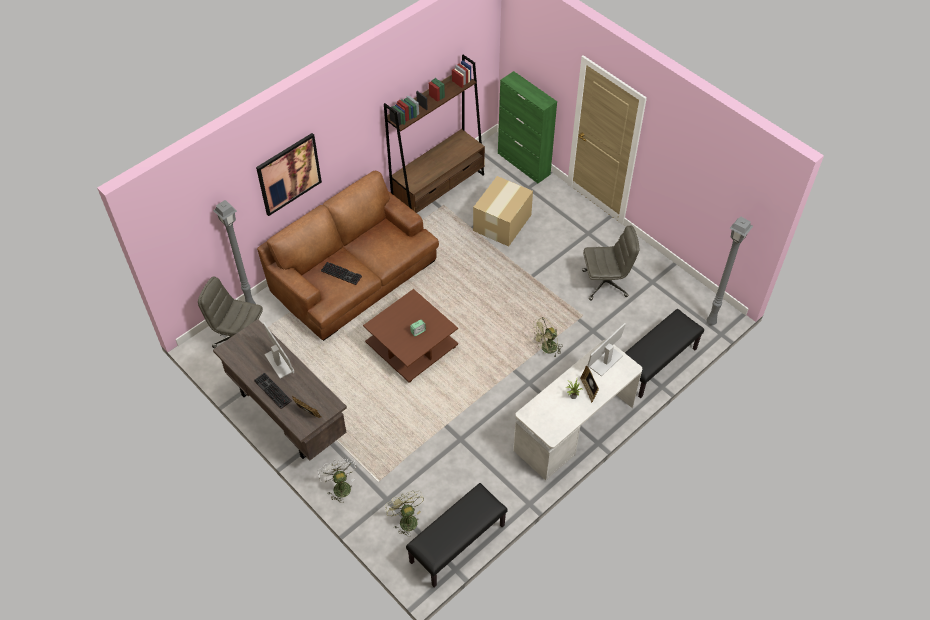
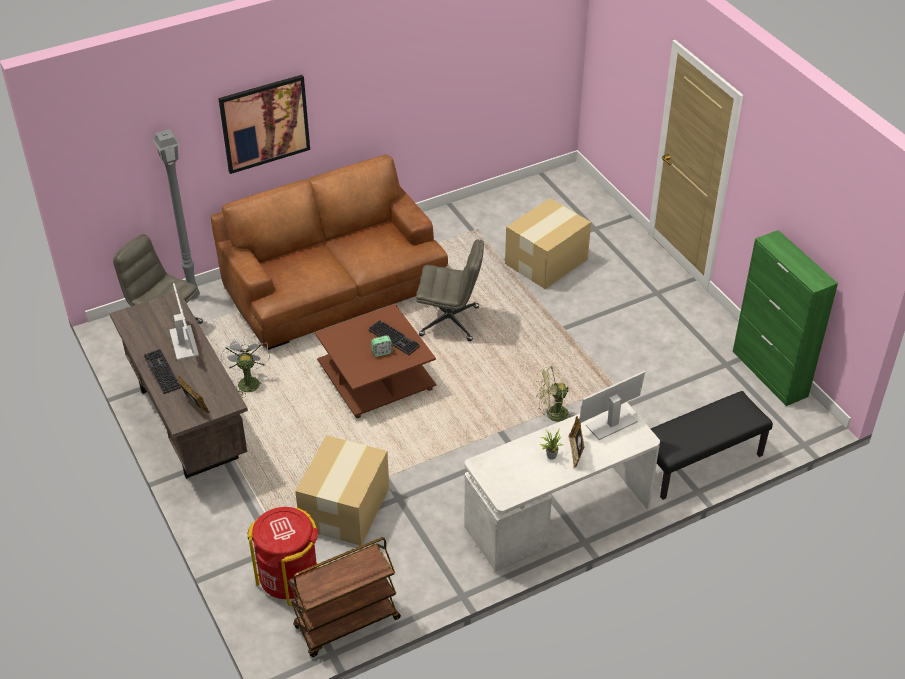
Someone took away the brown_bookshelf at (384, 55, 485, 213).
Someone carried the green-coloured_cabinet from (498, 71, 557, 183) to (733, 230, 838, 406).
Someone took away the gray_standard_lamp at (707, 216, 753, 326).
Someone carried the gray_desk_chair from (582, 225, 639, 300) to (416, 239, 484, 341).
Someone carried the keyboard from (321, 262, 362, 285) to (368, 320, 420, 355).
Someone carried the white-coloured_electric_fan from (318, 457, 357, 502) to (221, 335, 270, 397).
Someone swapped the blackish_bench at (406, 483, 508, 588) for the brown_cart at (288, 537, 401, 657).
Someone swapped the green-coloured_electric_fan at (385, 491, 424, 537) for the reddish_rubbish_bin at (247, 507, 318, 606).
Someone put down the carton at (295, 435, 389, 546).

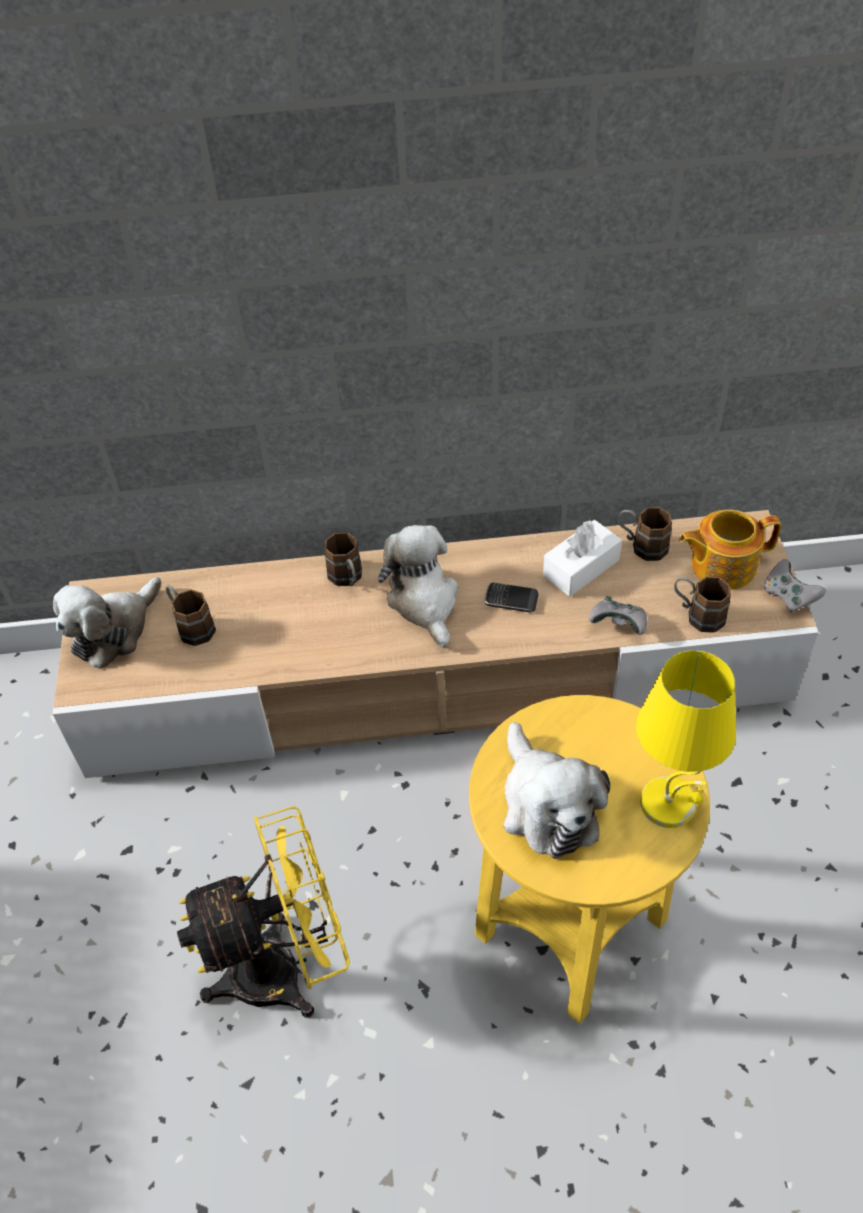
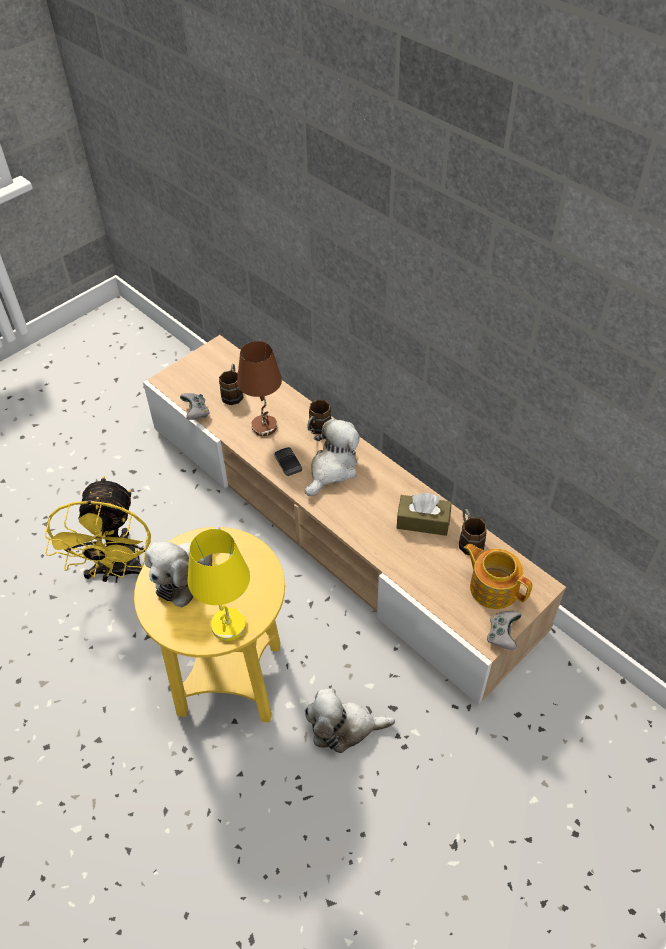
Someone repainted the white-coloured_box_of_tissues at (543, 520, 622, 596), which became the brown_box_of_tissues at (397, 493, 451, 536).
Someone carried the cuddly_toy from (53, 577, 162, 669) to (305, 688, 395, 753).
Someone took away the brown_tea_mug at (674, 577, 731, 633).
Someone carried the telephone from (485, 583, 539, 613) to (274, 447, 302, 476).
Someone carried the gray_joypad from (589, 596, 647, 635) to (180, 393, 209, 420).
Someone rotated the yellowish_electric_fan at (177, 806, 350, 1018) by 60 degrees clockwise.
Someone put down the brown_lamp_for_a_table at (237, 341, 282, 436).

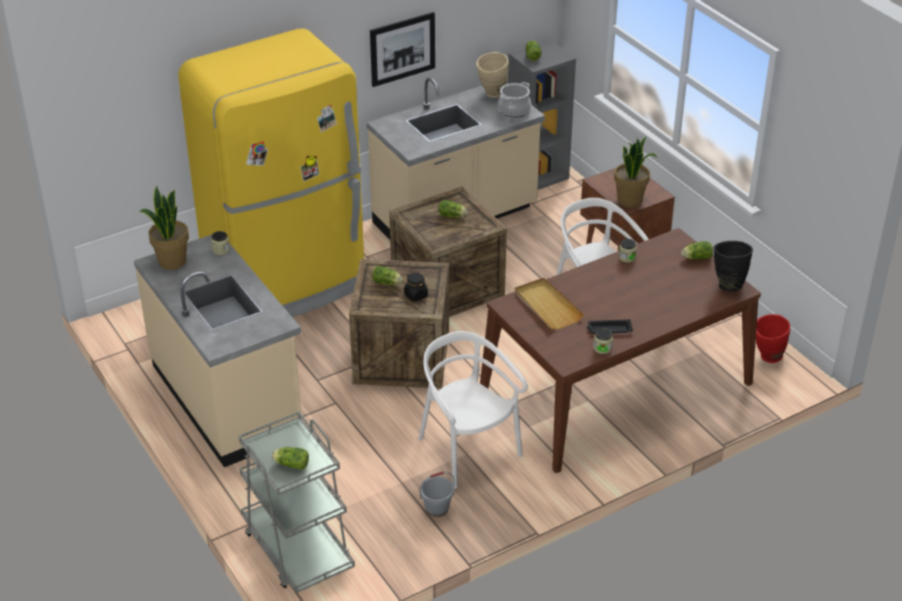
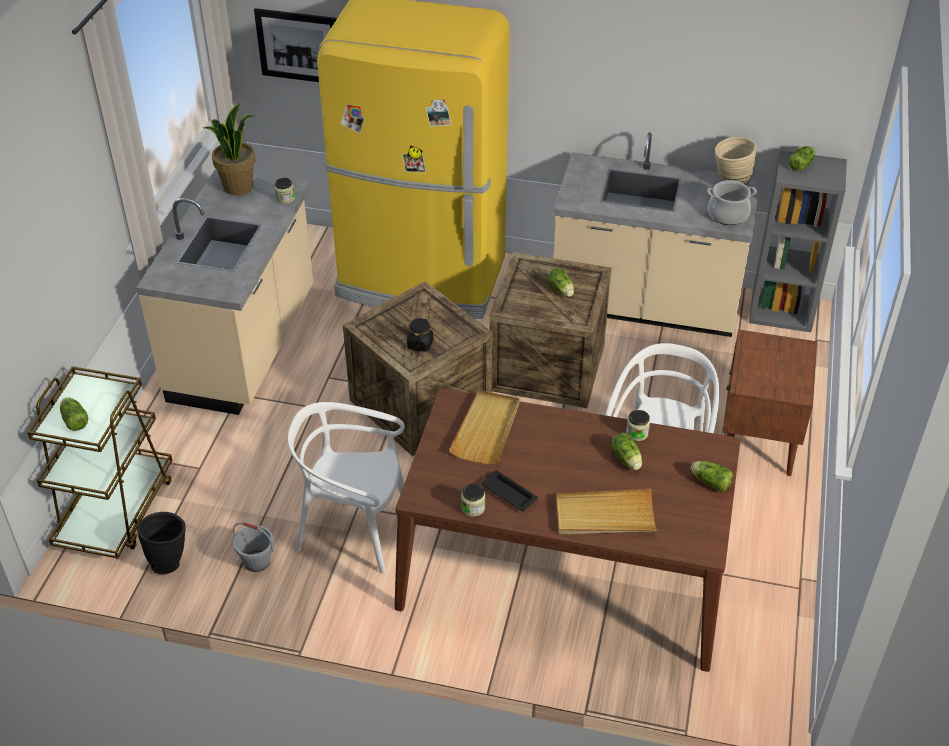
Someone carried the wall_picture from (370, 12, 435, 87) to (254, 8, 337, 82).
Someone took away the houseplant at (614, 137, 657, 208).
Someone carried the blackish_flower_vase from (714, 241, 753, 291) to (137, 512, 186, 575).
Someone carried the lettuce from (372, 266, 403, 285) to (611, 433, 642, 470).
Someone took away the reddish_flower_vase at (756, 314, 790, 363).
Someone rotated the white-coloured_upright_chair at (419, 331, 528, 489) by 90 degrees counterclockwise.
Someone repainted the gray_cart at (239, 412, 355, 593), which became the brown_cart at (27, 366, 172, 559).
Someone put down the beige_serving_tray at (556, 489, 658, 534).

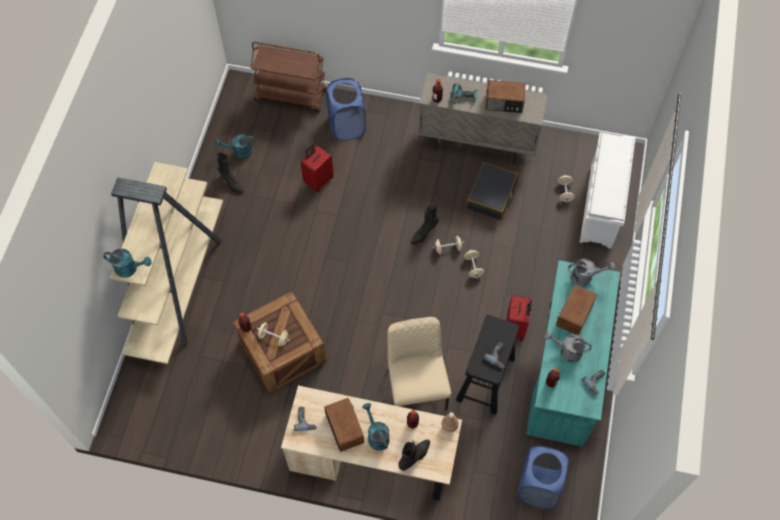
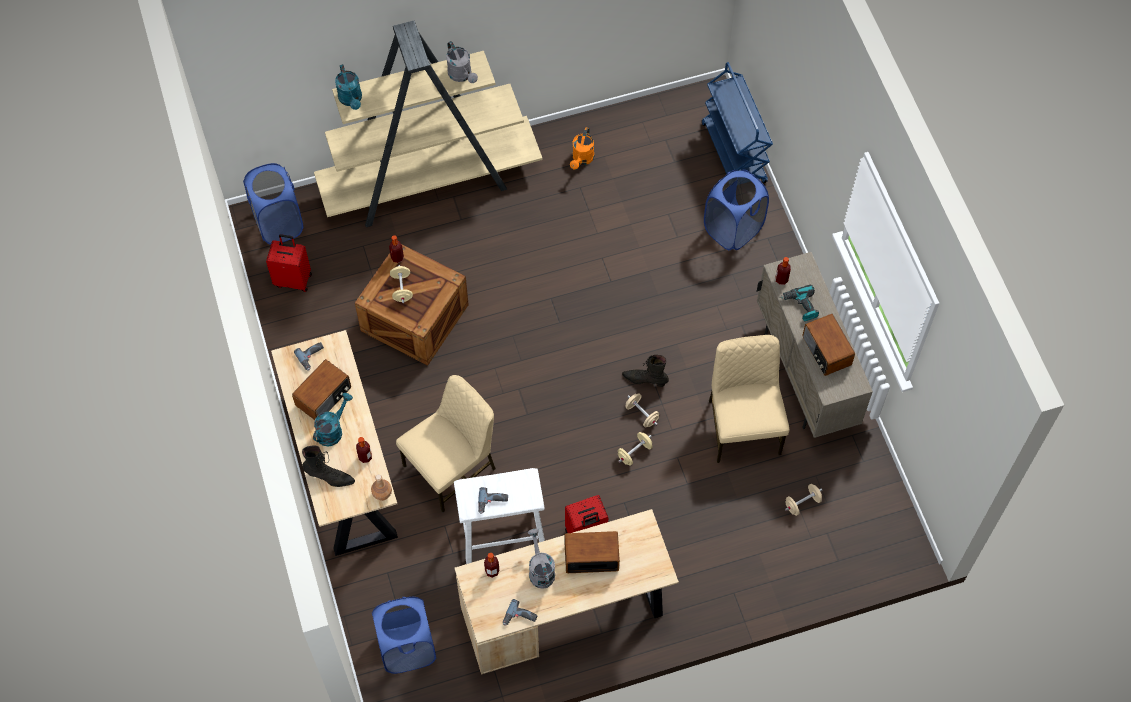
Someone repainted the brown_cart at (251, 41, 327, 112), which became the blue-coloured_cart at (702, 62, 773, 183).
Someone took away the white-coloured_shoe_rack at (579, 133, 636, 249).
Someone took away the blue-green_watering_can at (215, 134, 255, 159).
Someone carried the reddish_piece_of_luggage from (301, 144, 334, 192) to (266, 234, 312, 292).
Someone swapped the blackish_tall_boot at (216, 152, 244, 194) for the orangey_watering_can at (570, 127, 594, 170).
Someone swapped the blackish_piece_of_luggage at (466, 162, 518, 220) for the beige_upright_chair at (709, 335, 789, 463).
Someone carried the gray_watering_can from (568, 259, 615, 285) to (446, 41, 478, 83).
Someone repainted the blue-green_desk at (526, 260, 620, 447), which became the beige_desk at (454, 509, 679, 675).
Someone repainted the blackish_stool_seat at (456, 315, 520, 414), which became the white-coloured_stool_seat at (454, 468, 545, 564).
Someone put down the blue-coloured_washing_basket at (243, 163, 304, 244).

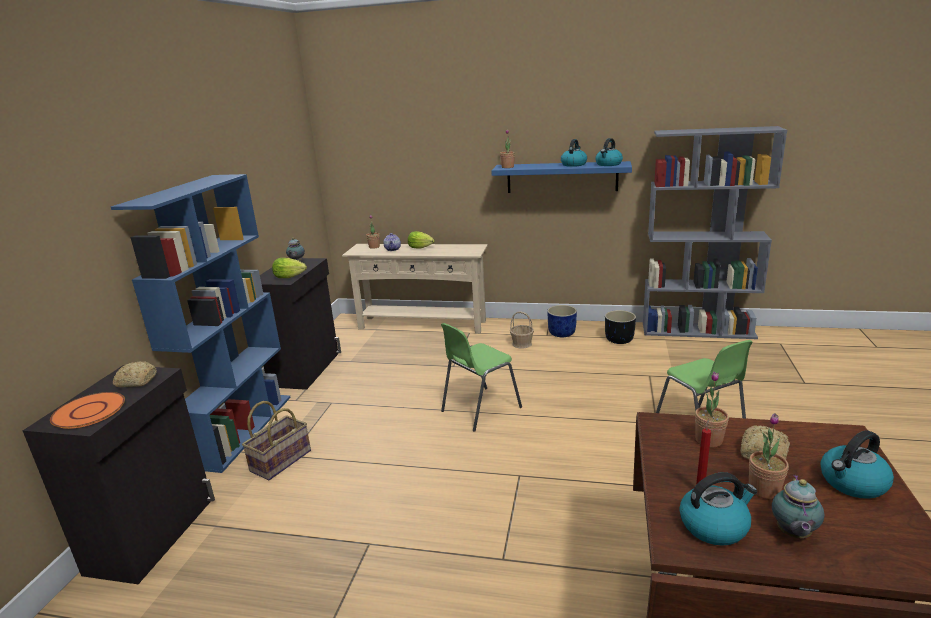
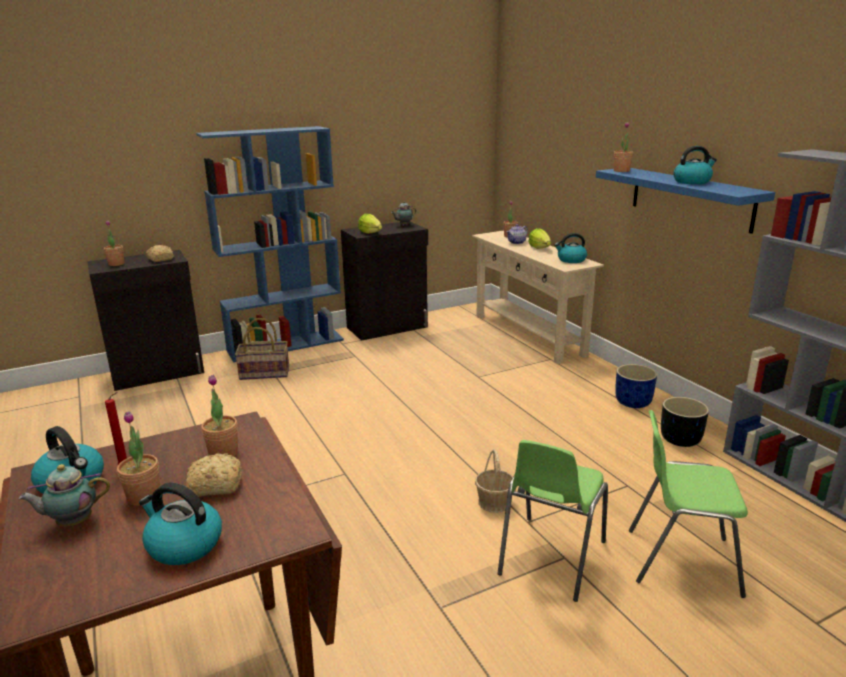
Someone carried the tea_kettle from (595, 138, 623, 166) to (554, 233, 587, 263).
Someone carried the household_basket from (510, 312, 534, 349) to (475, 449, 513, 513).
Someone carried the green-coloured_upright_chair from (441, 323, 522, 432) to (629, 410, 748, 598).
Someone swapped the orangey_dinner_plate at (50, 392, 125, 429) for the houseplant at (104, 220, 124, 266).

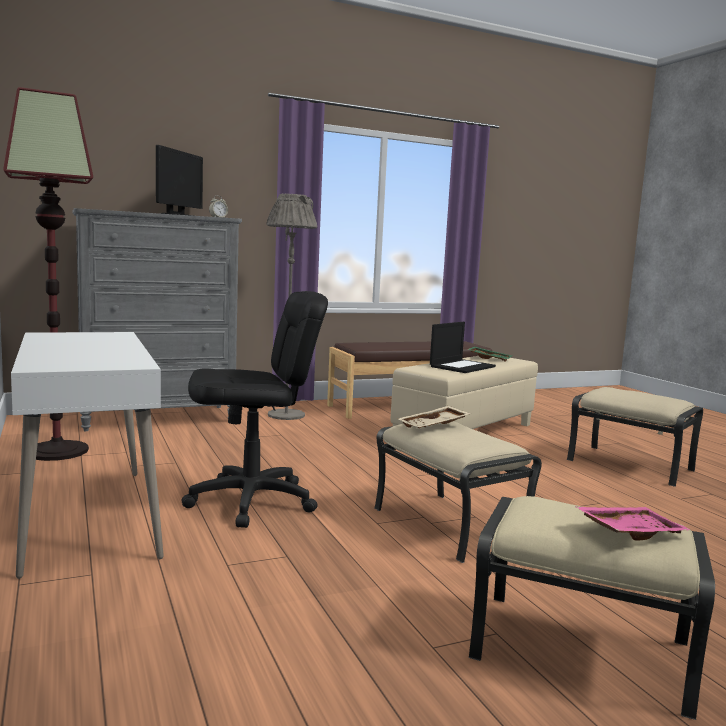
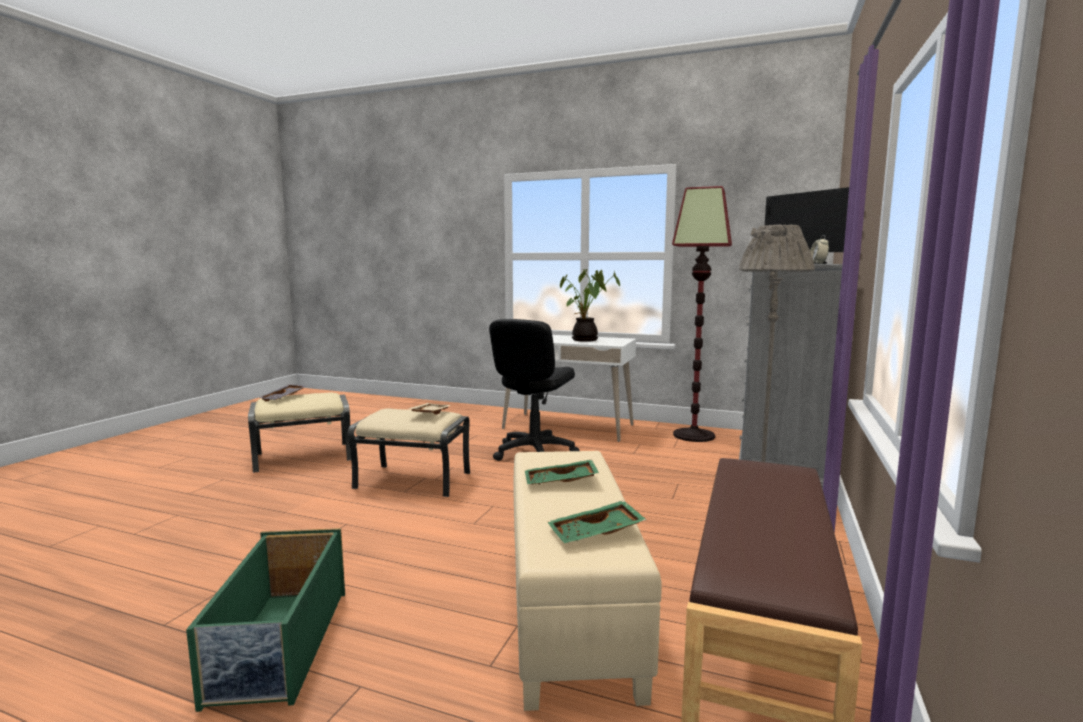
Someone swapped the notebook_computer at (430, 322, 496, 373) for the green-coloured_serving_tray at (525, 459, 599, 485).
Someone swapped the beige_footrest at (567, 387, 703, 487) for the green-coloured_storage_box at (186, 528, 345, 712).
Someone repainted the pink_serving_tray at (576, 507, 692, 541), which became the gray_serving_tray at (258, 384, 307, 401).
Someone put down the houseplant at (560, 269, 620, 342).

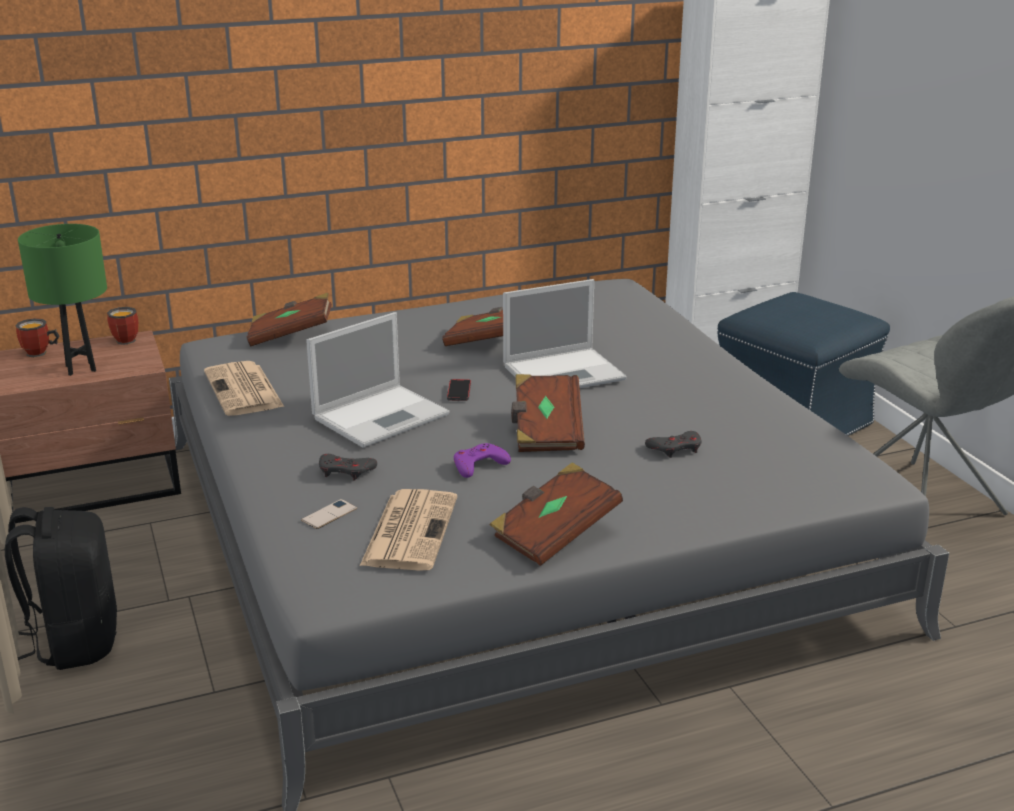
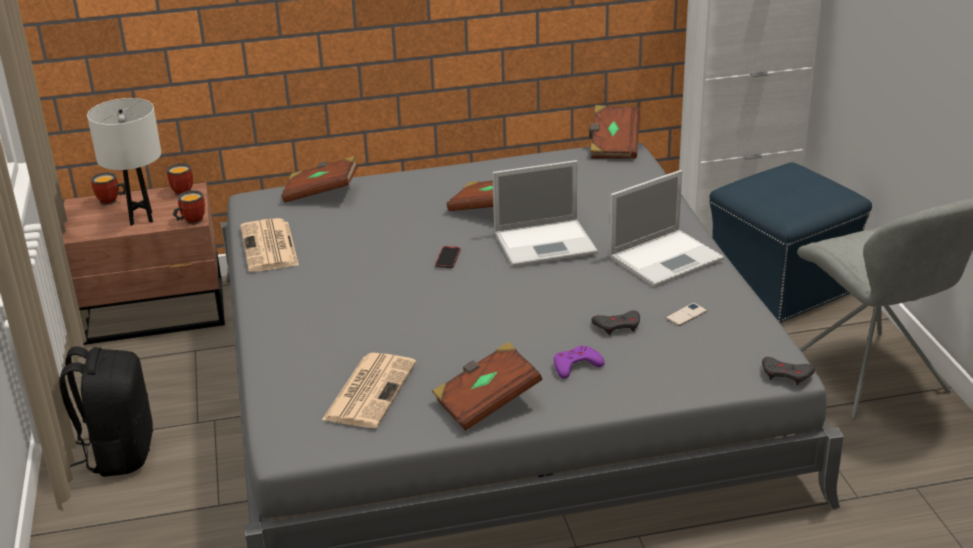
Someone repainted the green-coloured_lamp_for_a_table at (18, 224, 107, 376), which became the white-coloured_lamp_for_a_table at (87, 98, 161, 226).
Someone carried the notebook_computer from (306, 312, 450, 448) to (609, 170, 724, 287).
Someone carried the brown_volume from (511, 374, 585, 452) to (589, 105, 640, 159).
Someone carried the purple_joypad from (454, 443, 511, 478) to (554, 346, 605, 379).
Someone carried the gray_joypad from (319, 454, 377, 480) to (762, 357, 815, 385).
Someone carried the telephone from (301, 499, 357, 529) to (665, 303, 708, 326).
Someone put down the tea_mug at (173, 190, 205, 225).

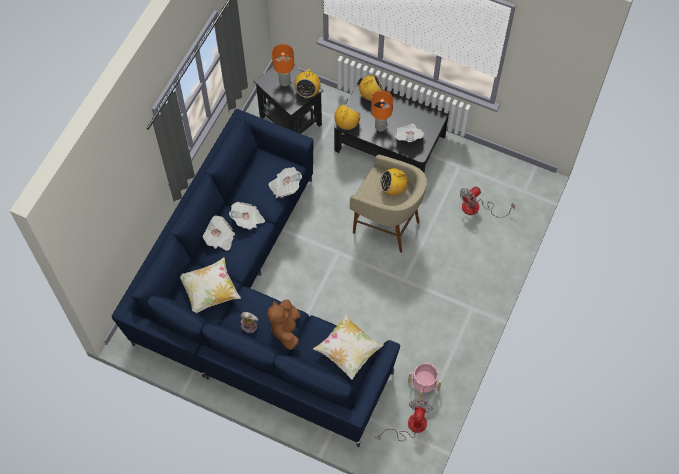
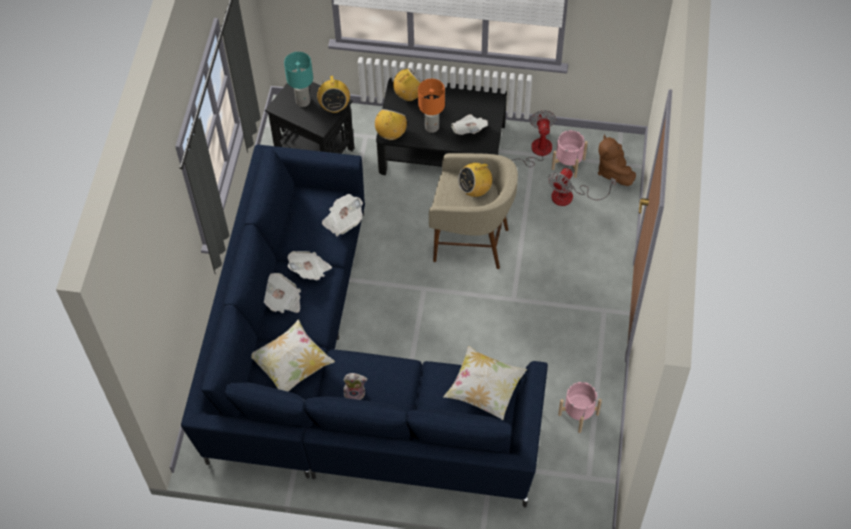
Someone repainted the orangey_lamp_for_a_table at (272, 44, 294, 86), which became the blue-green_lamp_for_a_table at (284, 52, 313, 107).
Someone carried the brown_cuddly_toy from (267, 300, 300, 350) to (598, 135, 636, 186).
Someone carried the electric_fan from (375, 399, 433, 441) to (512, 110, 556, 167).
Someone put down the pink_flower_pot at (552, 130, 588, 178).

